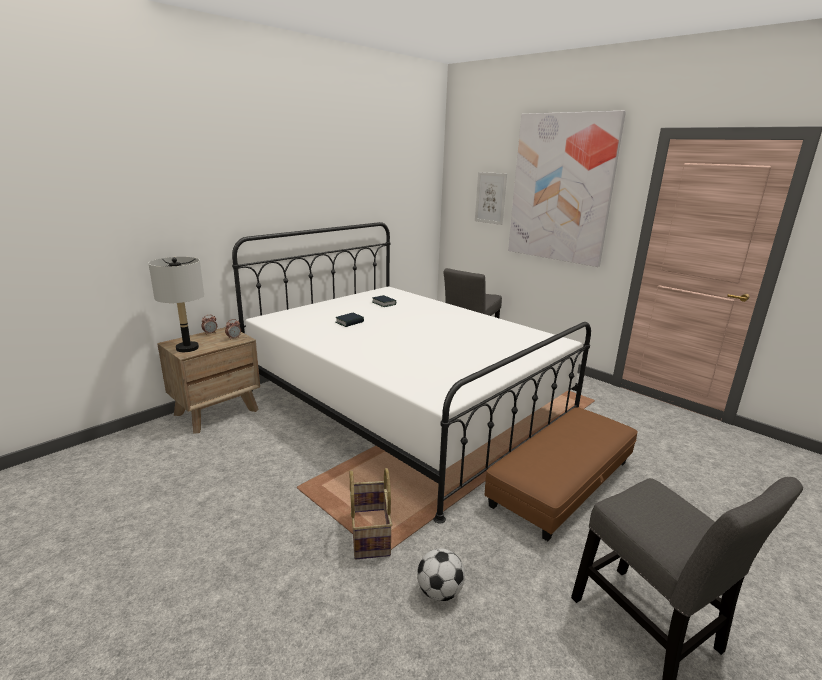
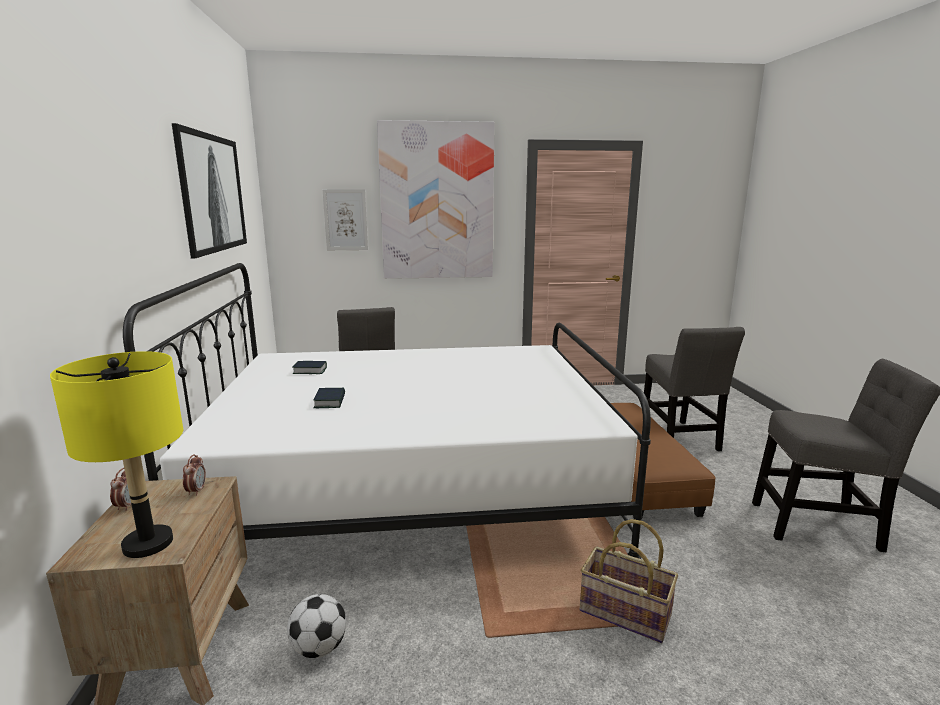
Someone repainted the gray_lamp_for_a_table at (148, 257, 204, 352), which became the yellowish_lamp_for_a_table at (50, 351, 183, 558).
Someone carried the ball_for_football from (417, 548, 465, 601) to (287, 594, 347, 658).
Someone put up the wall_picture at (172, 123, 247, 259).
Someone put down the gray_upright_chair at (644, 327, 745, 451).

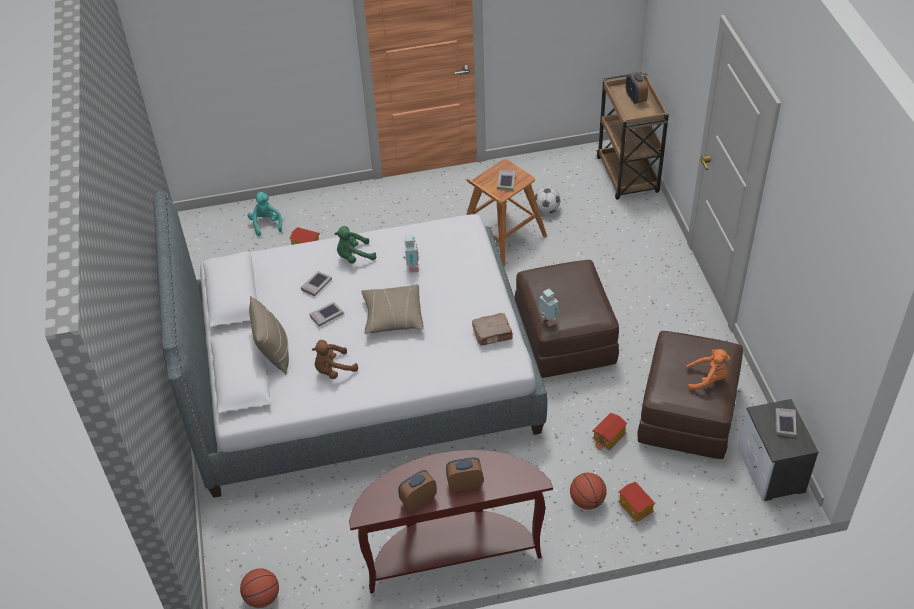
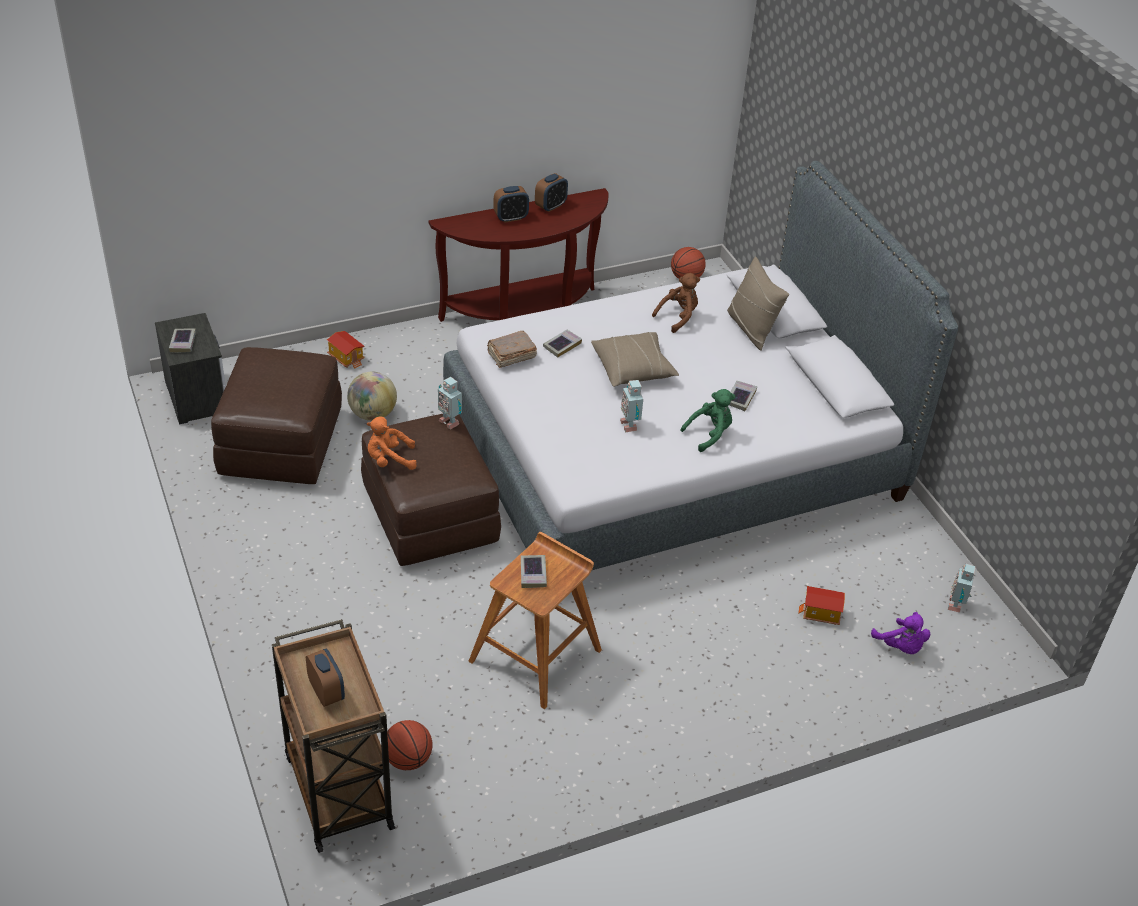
Someone took away the ball_for_football at (535, 187, 561, 214).
Someone repainted the blue-green_cuddly_toy at (247, 192, 282, 236), which became the purple_cuddly_toy at (871, 612, 930, 654).
Someone carried the volume from (309, 302, 344, 327) to (543, 330, 582, 358).
Someone carried the orangey_cuddly_toy from (686, 349, 731, 391) to (367, 416, 416, 470).
Someone swapped the model_house at (592, 412, 627, 451) for the world_globe at (347, 372, 397, 421).
Someone carried the basketball_ball from (570, 473, 607, 510) to (387, 720, 433, 770).
Someone put down the model_robot at (948, 564, 976, 613).

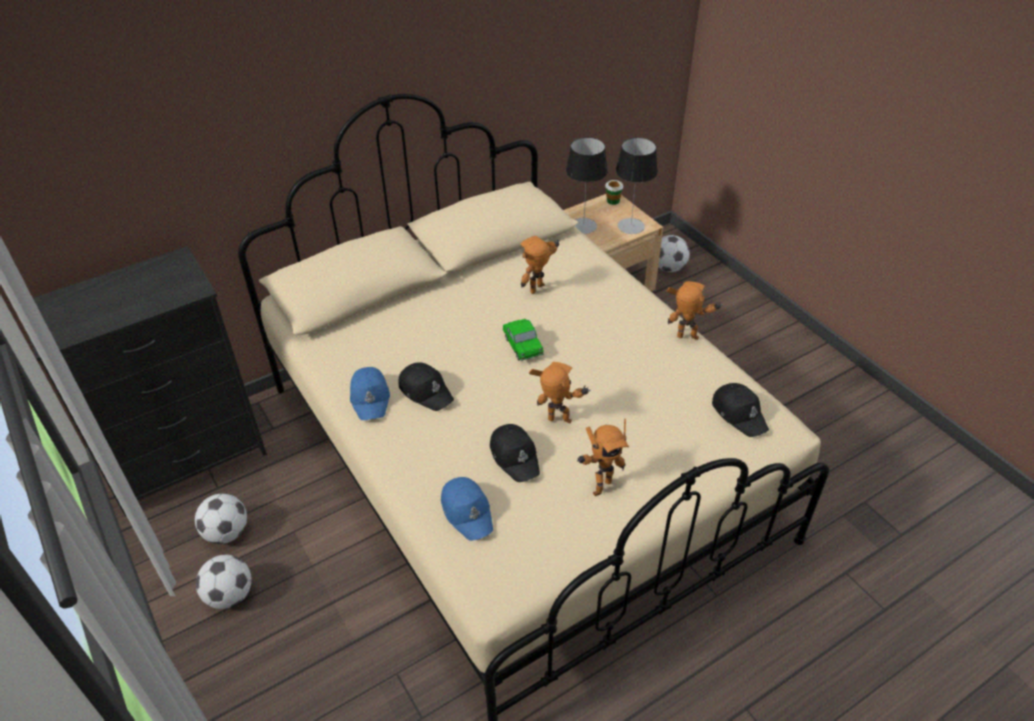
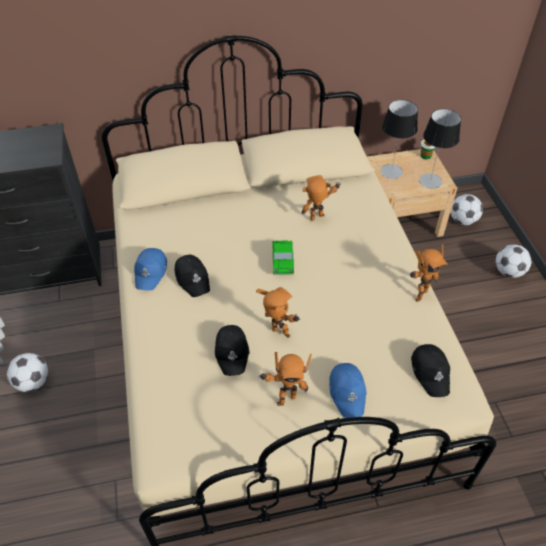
Someone rotated the model_robot at (666, 281, 723, 340) by 105 degrees clockwise.
Someone carried the blue-coloured_peaked_cap from (441, 477, 493, 541) to (329, 363, 367, 418).
Someone carried the ball_for_football from (195, 493, 247, 544) to (496, 244, 531, 278).

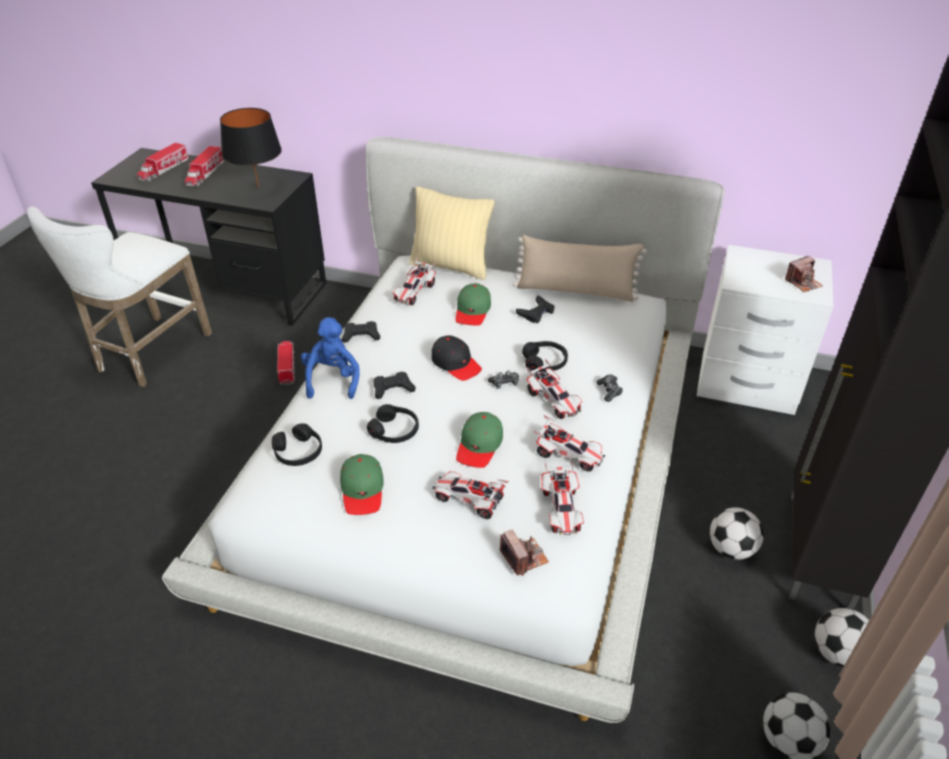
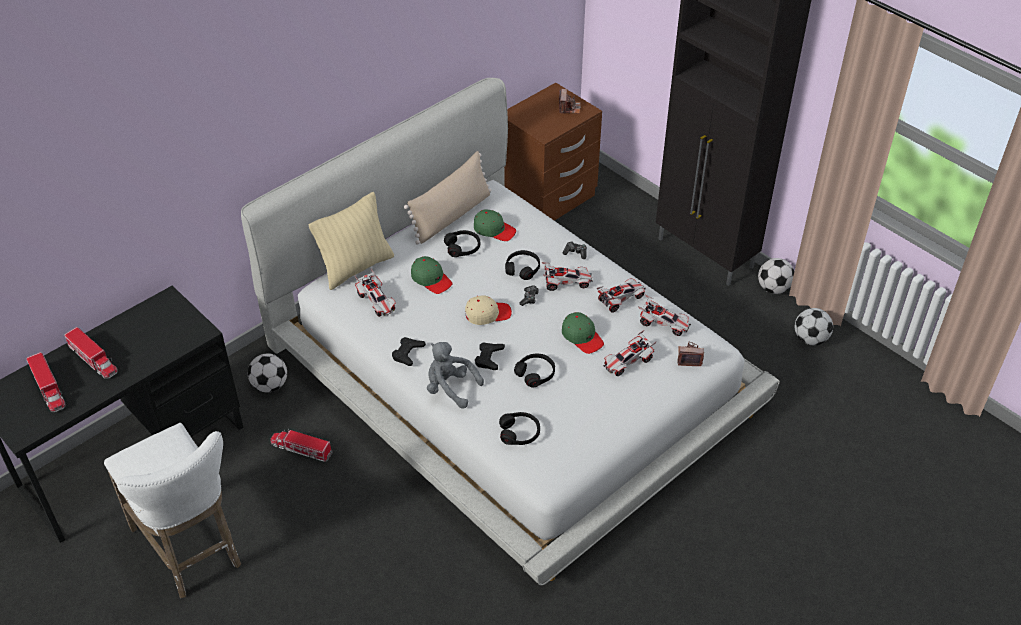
Someone took away the blackish_lamp_for_a_table at (220, 108, 282, 188).
Someone repainted the white-coloured_night_table at (697, 245, 833, 415), which became the brown_night_table at (504, 83, 602, 221).
Someone swapped the blackish_joypad at (516, 295, 555, 323) for the blackish_headset at (444, 230, 480, 257).
Someone repainted the blue-coloured_cuddly_toy at (301, 317, 359, 399), which became the gray_cuddly_toy at (427, 342, 484, 409).
Someone repainted the blackish_peaked_cap at (432, 335, 482, 381), which became the beige_peaked_cap at (465, 295, 512, 325).
Someone carried the green-coloured_peaked_cap from (340, 454, 384, 515) to (474, 209, 516, 241).
Someone carried the ball_for_football from (710, 507, 764, 560) to (248, 353, 287, 393).

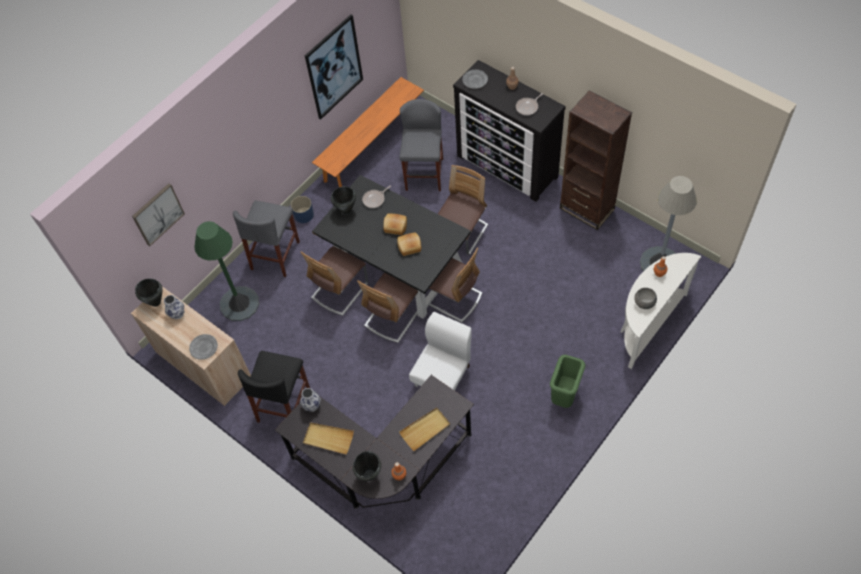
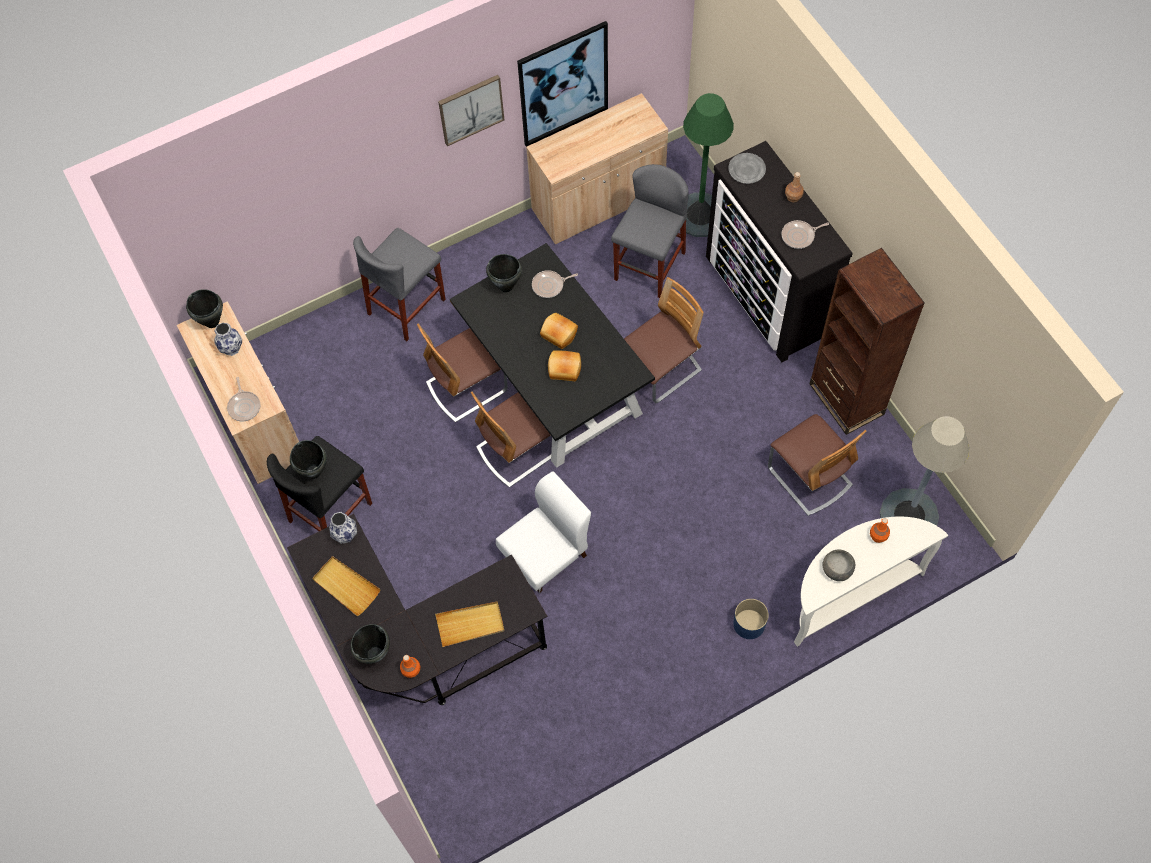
Someone swapped the orangey_bench at (312, 77, 424, 187) for the beige_cabinet at (526, 93, 668, 244).
Someone carried the wall_picture from (132, 183, 185, 246) to (438, 75, 504, 146).
Someone carried the blue-coloured_flower_pot from (291, 196, 314, 223) to (733, 599, 769, 639).
Someone carried the green-coloured_standard_lamp from (194, 221, 259, 321) to (683, 93, 734, 237).
Someone carried the upright_chair from (429, 247, 483, 323) to (768, 414, 866, 516).
Someone swapped the gray_dinner_plate at (189, 334, 218, 360) for the pan at (227, 377, 261, 421).
Someone took away the green-coloured_rubbish_bin at (550, 355, 585, 408).
Someone put down the blackish_saucepot at (290, 440, 327, 479).

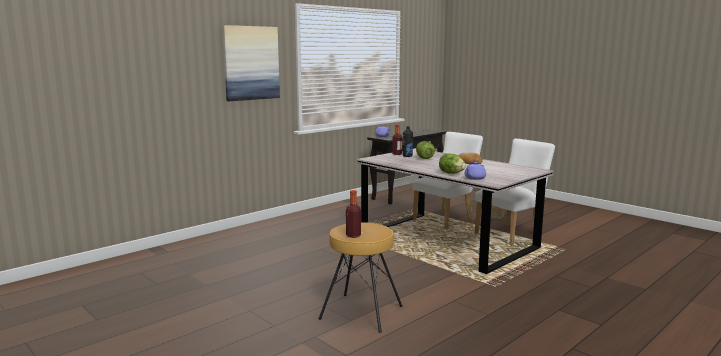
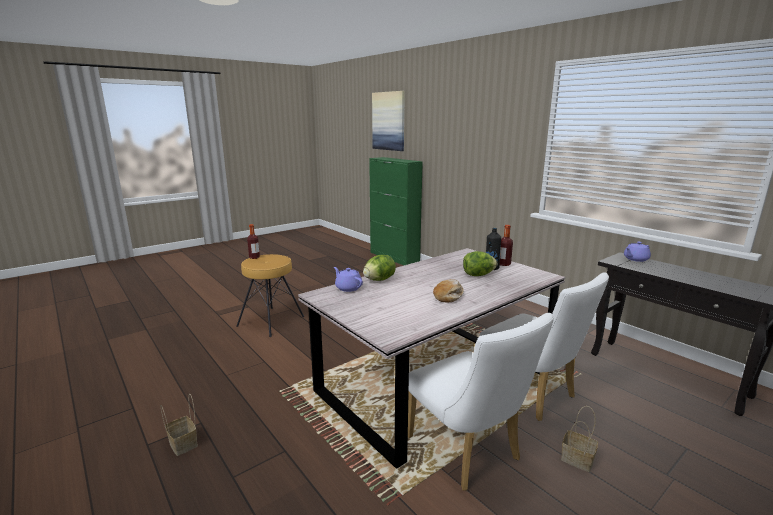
Someone carried the wall_picture from (222, 25, 280, 101) to (372, 91, 405, 151).
Someone put down the green-coloured_cabinet at (369, 157, 423, 265).
Someone put down the household_basket at (161, 394, 198, 456).

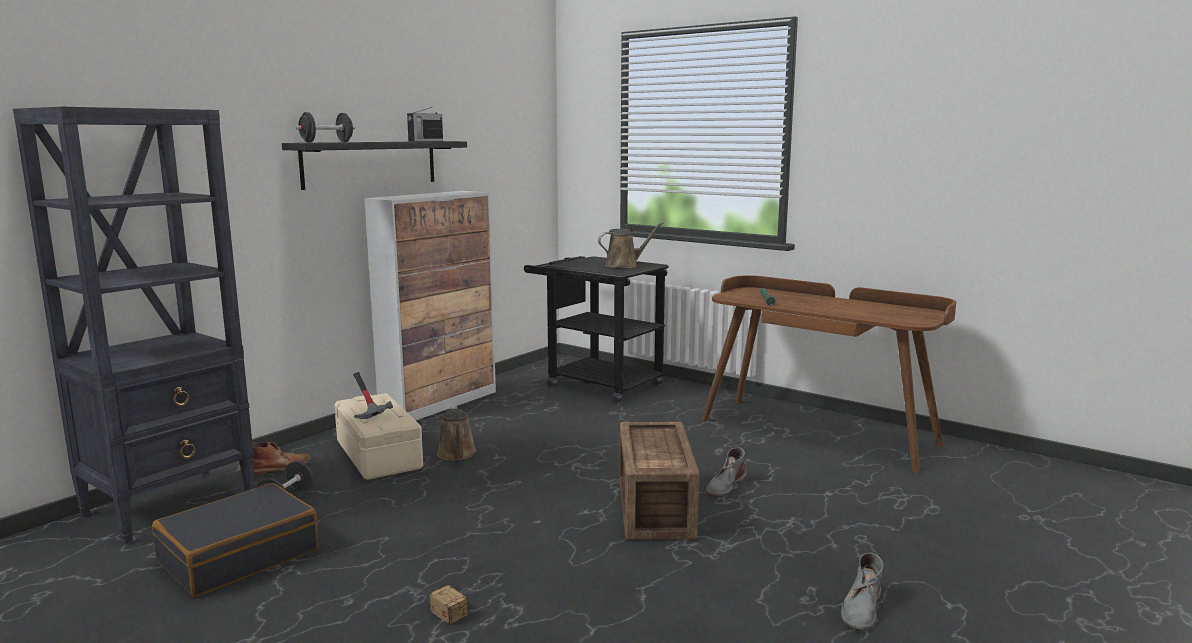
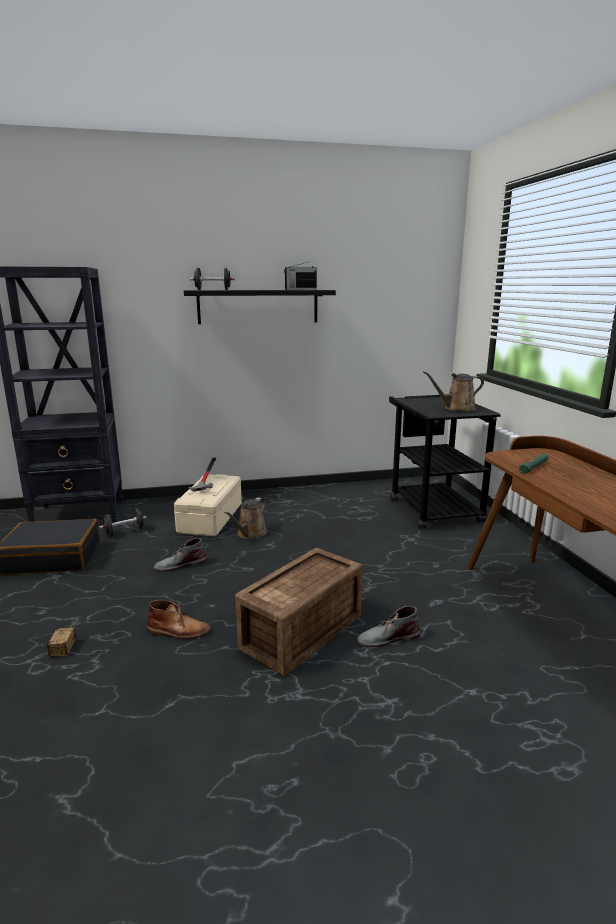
Someone took away the cabinet at (364, 191, 496, 421).
Someone rotated the brown_watering_can at (598, 222, 663, 268) by 150 degrees clockwise.
Someone carried the brown_tall_boot from (252, 442, 311, 476) to (146, 600, 211, 639).
Someone carried the gray_tall_boot from (841, 553, 883, 631) to (154, 538, 207, 572).

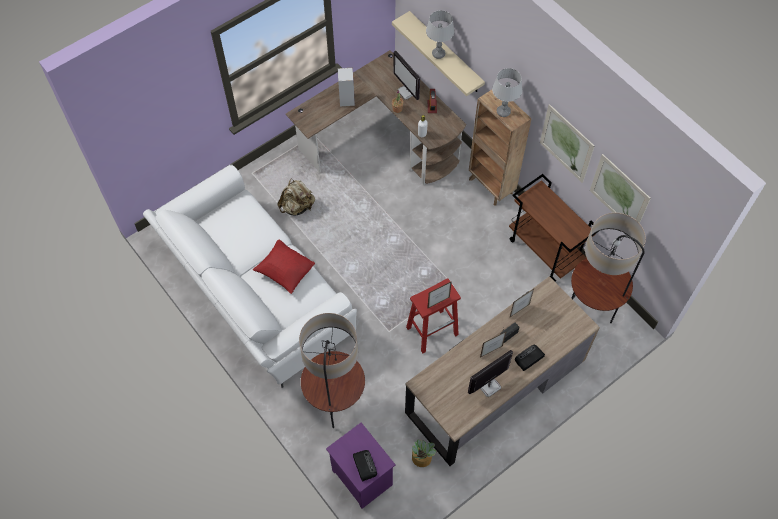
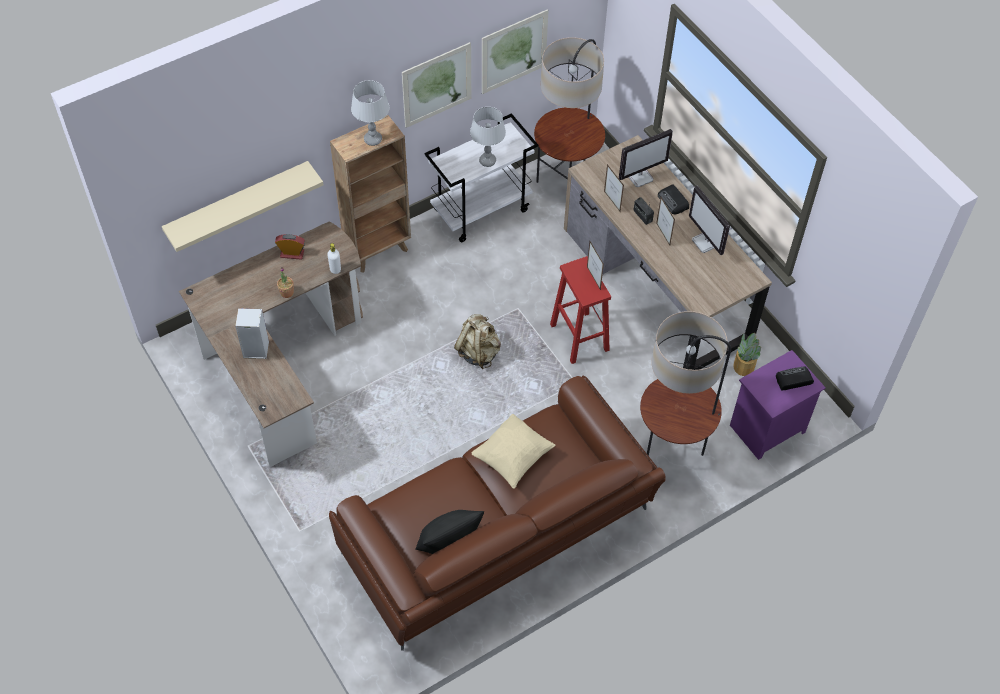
Someone carried the gray_lamp_for_a_table from (426, 10, 454, 59) to (470, 107, 506, 167).
Someone carried the monitor from (393, 51, 420, 100) to (619, 129, 673, 187).
Someone repainted the white-coloured_couch at (143, 165, 357, 388), which became the brown_couch at (329, 376, 666, 651).
Someone repainted the brown_cart at (509, 174, 599, 281), which became the white-coloured_cart at (424, 113, 538, 242).
Someone carried the beige_backpack from (277, 179, 315, 215) to (454, 314, 501, 369).
Someone repainted the reddish_cushion at (253, 240, 315, 294), which became the beige_cushion at (472, 414, 555, 489).
Someone put down the blackish_cushion at (416, 510, 484, 554).

